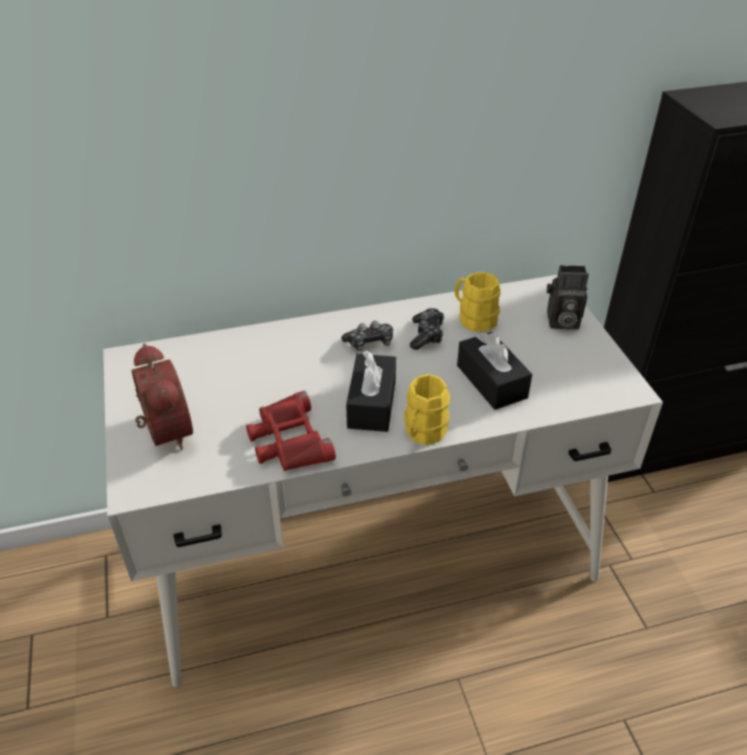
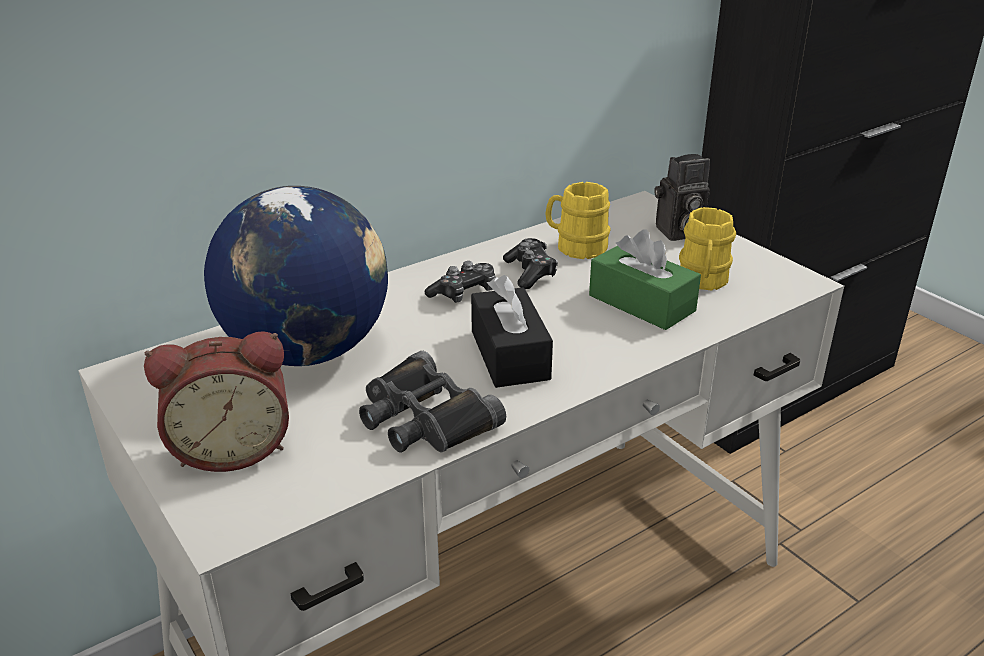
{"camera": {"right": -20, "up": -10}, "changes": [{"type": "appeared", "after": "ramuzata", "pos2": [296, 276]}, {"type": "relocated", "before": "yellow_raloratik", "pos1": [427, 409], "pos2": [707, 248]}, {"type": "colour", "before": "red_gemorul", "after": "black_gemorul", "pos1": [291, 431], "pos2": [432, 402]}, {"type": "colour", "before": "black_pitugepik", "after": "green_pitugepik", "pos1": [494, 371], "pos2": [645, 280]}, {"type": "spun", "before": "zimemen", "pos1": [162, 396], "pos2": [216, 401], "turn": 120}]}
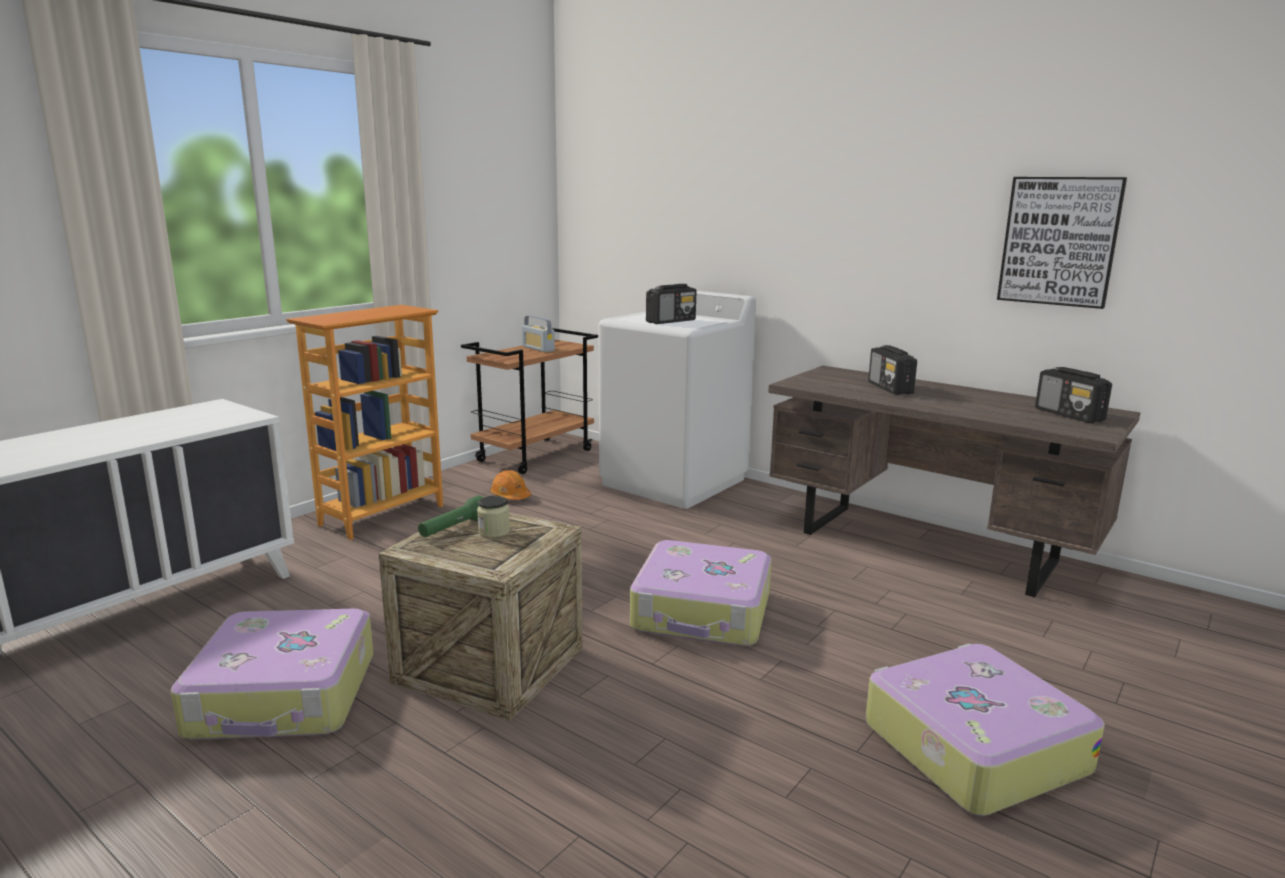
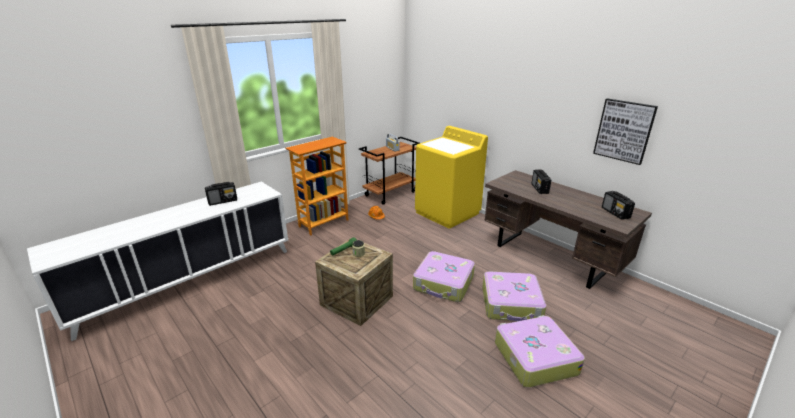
{"camera": {"right": 10, "up": 10}, "changes": [{"type": "relocated", "before": "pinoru", "pos1": [271, 674], "pos2": [514, 296]}, {"type": "relocated", "before": "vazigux", "pos1": [671, 304], "pos2": [221, 194]}, {"type": "colour", "before": "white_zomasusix", "after": "yellow_zomasusix", "pos1": [677, 400], "pos2": [451, 177]}]}
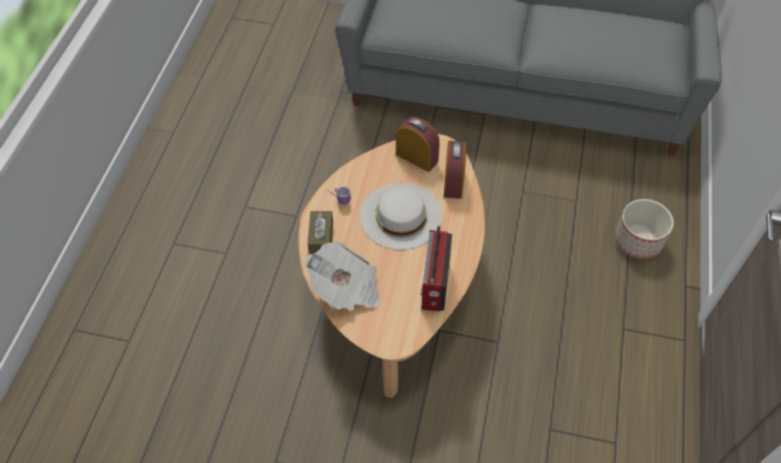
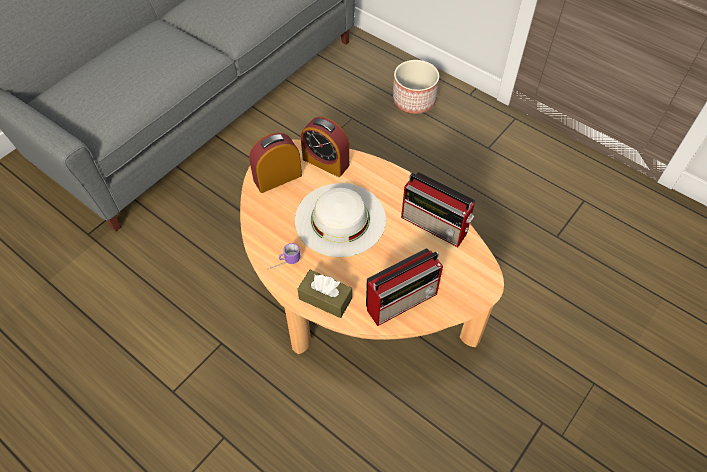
{"camera": {"right": -65, "up": 0}, "changes": [{"type": "exchanged", "before": "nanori", "after": "vazigux", "pos1": [342, 276], "pos2": [404, 287]}]}
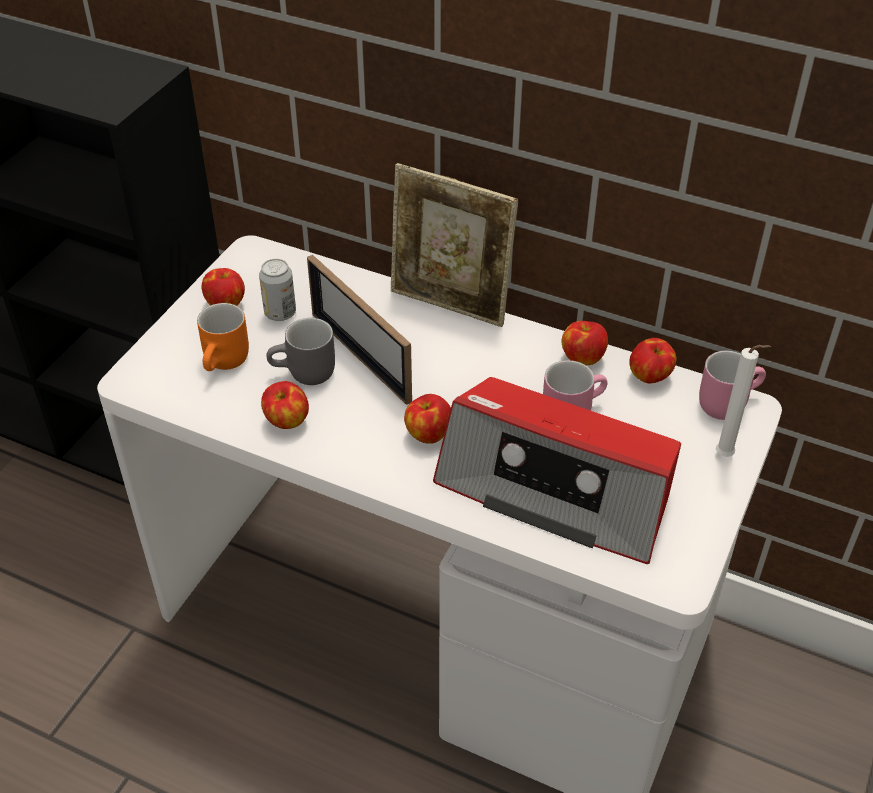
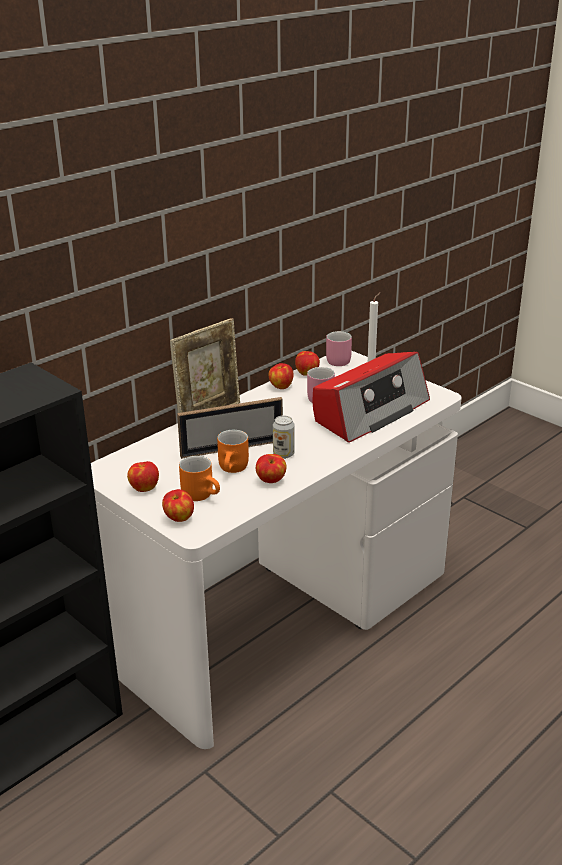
{"camera": {"right": -70, "up": -15}, "changes": [{"type": "relocated", "before": "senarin", "pos1": [277, 290], "pos2": [284, 437]}, {"type": "relocated", "before": "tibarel", "pos1": [427, 419], "pos2": [178, 505]}, {"type": "colour", "before": "grey_raloratik", "after": "orange_raloratik", "pos1": [301, 351], "pos2": [233, 451]}]}
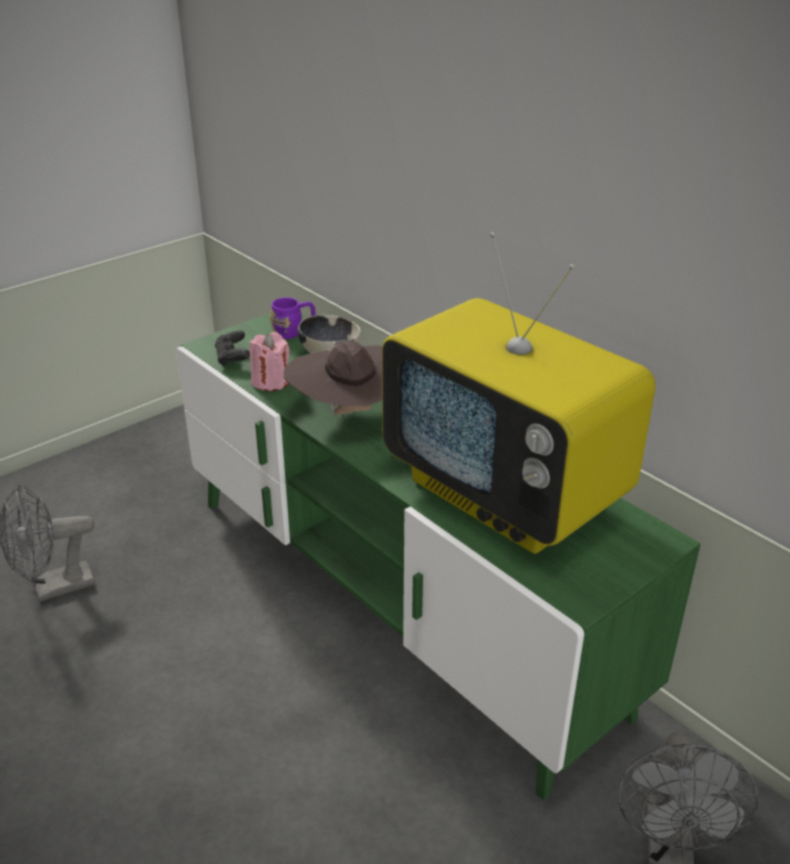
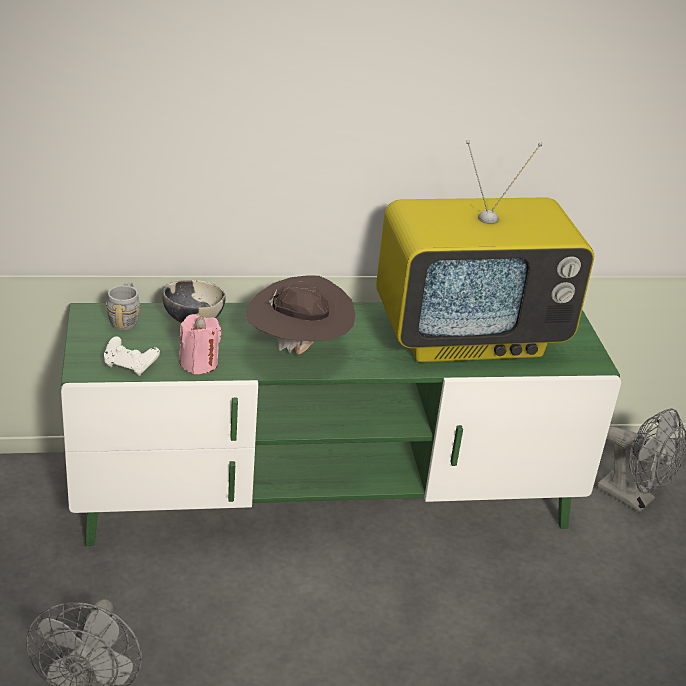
{"camera": {"right": -60, "up": 0}, "changes": [{"type": "colour", "before": "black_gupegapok", "after": "white_gupegapok", "pos1": [232, 348], "pos2": [132, 356]}, {"type": "colour", "before": "purple_raloratik", "after": "grey_raloratik", "pos1": [293, 318], "pos2": [123, 306]}]}
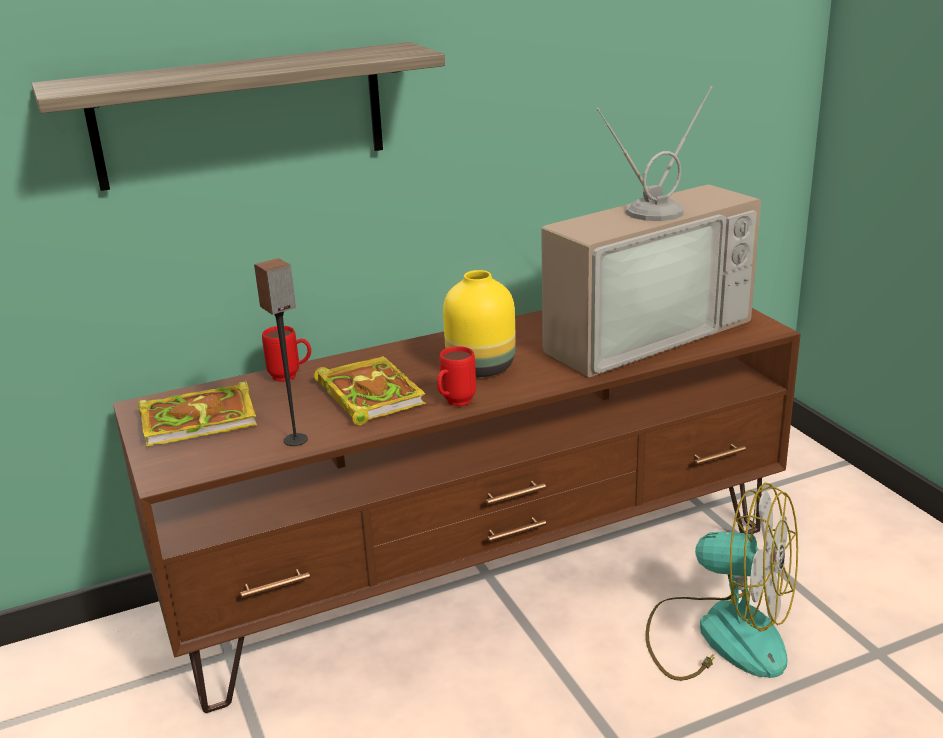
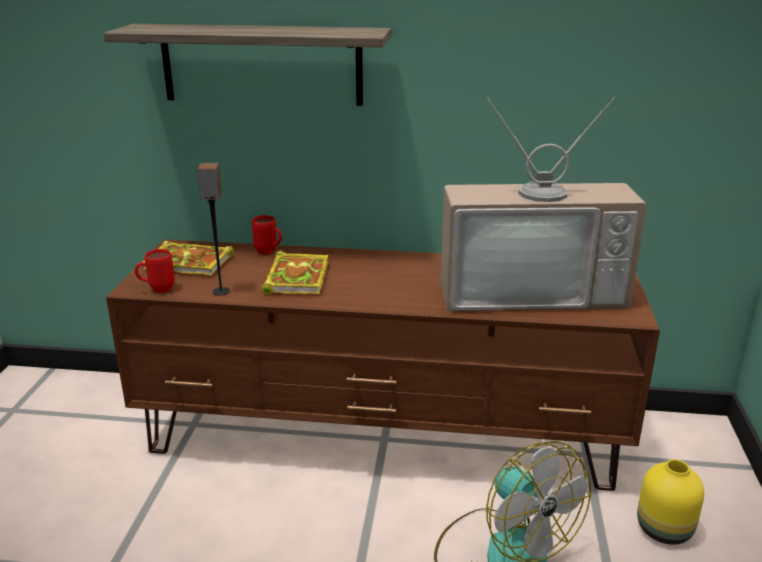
{"camera": {"right": 30, "up": 0}, "changes": [{"type": "relocated", "before": "red_raloratik", "pos1": [456, 376], "pos2": [155, 271]}, {"type": "relocated", "before": "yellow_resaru", "pos1": [479, 323], "pos2": [670, 502]}]}
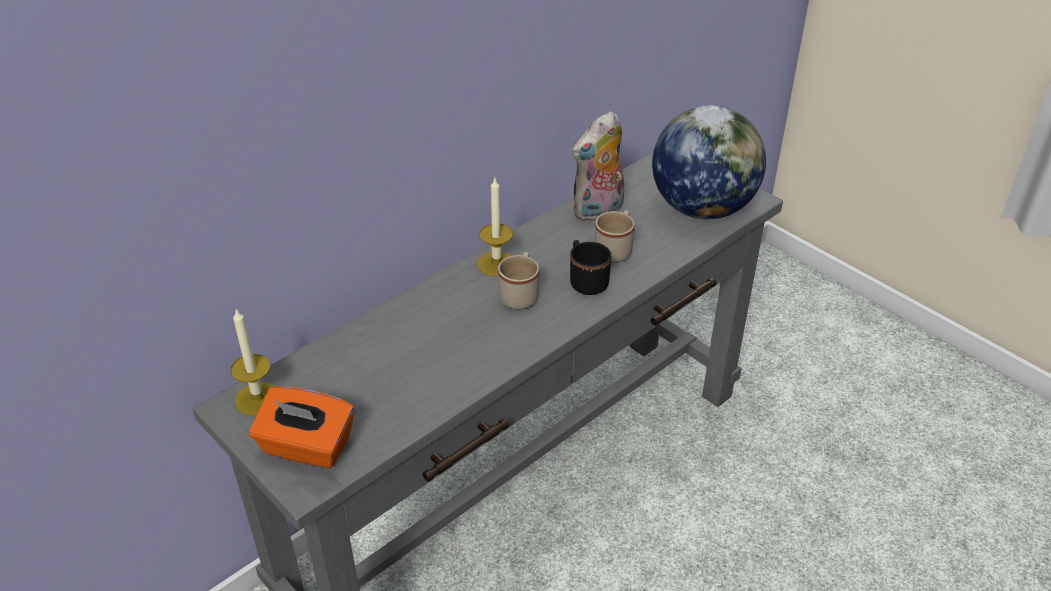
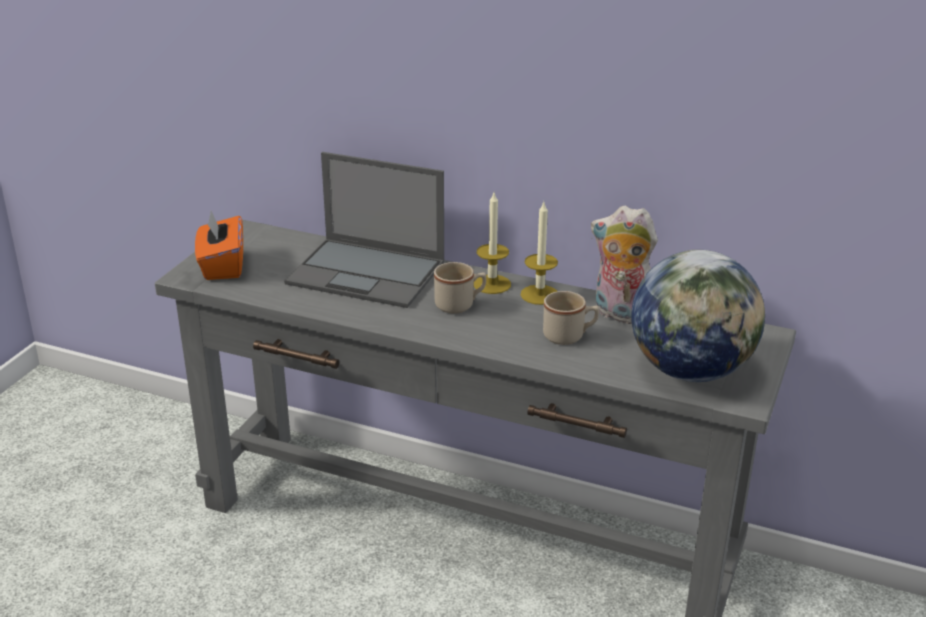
{"camera": {"right": 65, "up": -10}, "changes": [{"type": "missing", "before": "black_raloratik", "pos1": [590, 267]}, {"type": "appeared", "after": "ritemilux", "pos2": [364, 230]}, {"type": "relocated", "before": "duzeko", "pos1": [253, 362], "pos2": [539, 253]}]}
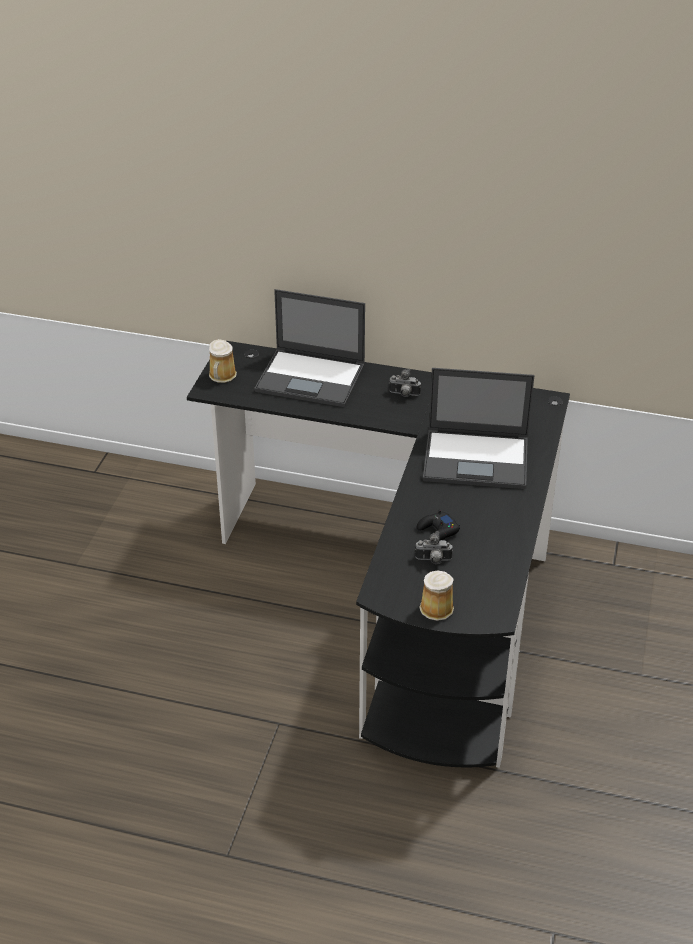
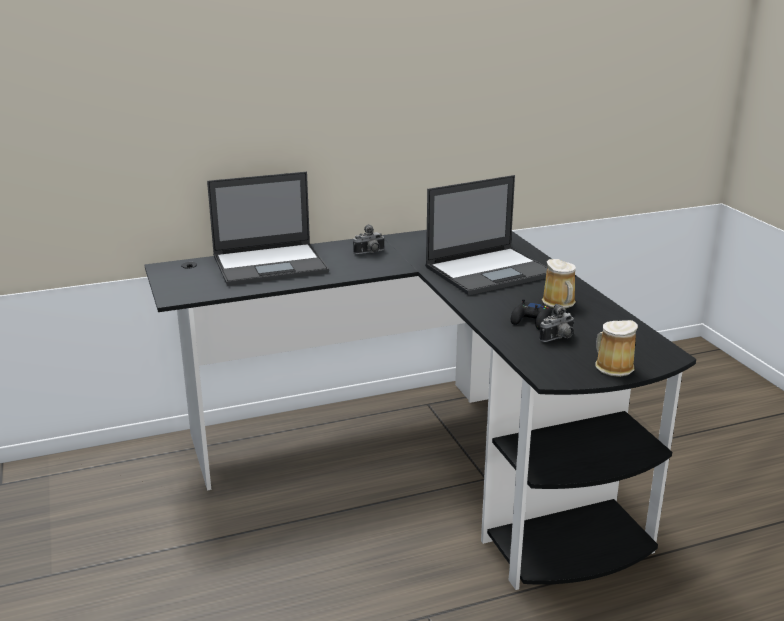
{"camera": {"right": -35, "up": -15}, "changes": [{"type": "relocated", "before": "raloratik", "pos1": [223, 361], "pos2": [559, 283]}]}
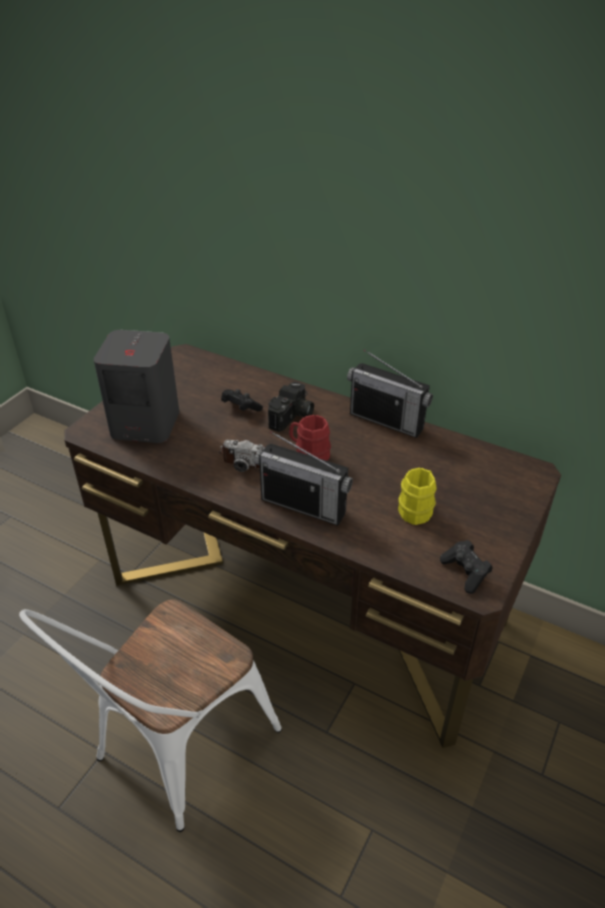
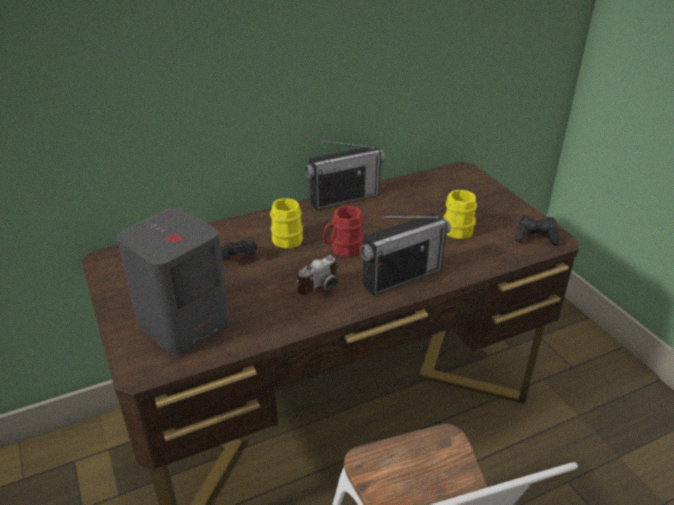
{"camera": {"right": -55, "up": -5}, "changes": [{"type": "exchanged", "before": "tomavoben", "after": "yellow_raloratik", "pos1": [291, 407], "pos2": [286, 223]}]}
